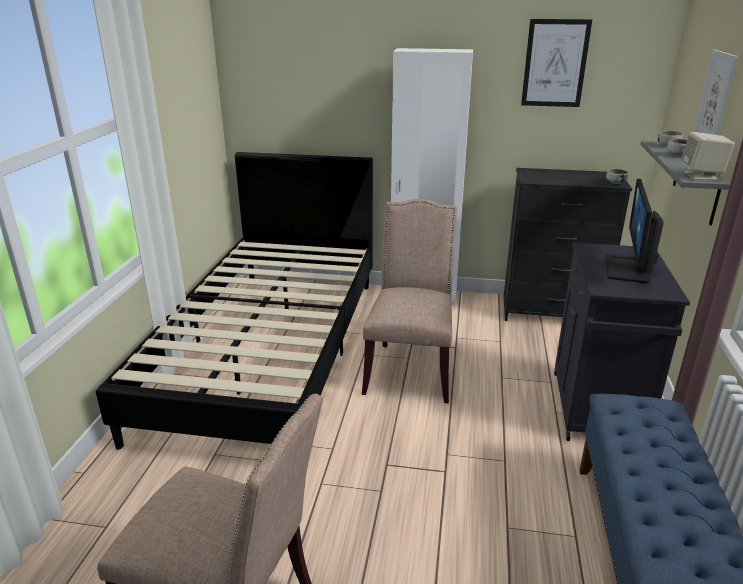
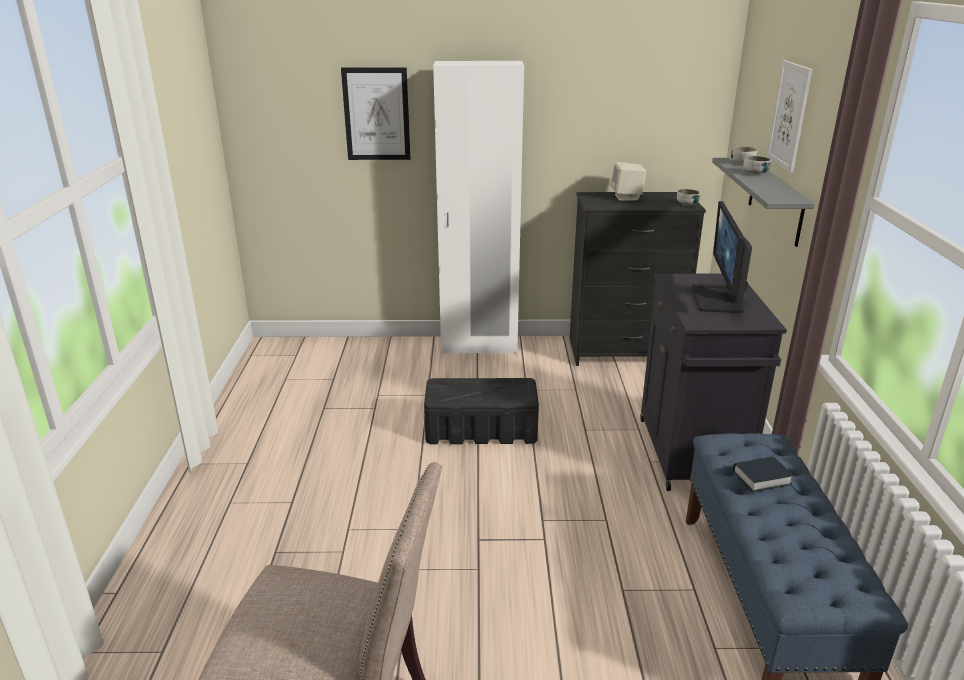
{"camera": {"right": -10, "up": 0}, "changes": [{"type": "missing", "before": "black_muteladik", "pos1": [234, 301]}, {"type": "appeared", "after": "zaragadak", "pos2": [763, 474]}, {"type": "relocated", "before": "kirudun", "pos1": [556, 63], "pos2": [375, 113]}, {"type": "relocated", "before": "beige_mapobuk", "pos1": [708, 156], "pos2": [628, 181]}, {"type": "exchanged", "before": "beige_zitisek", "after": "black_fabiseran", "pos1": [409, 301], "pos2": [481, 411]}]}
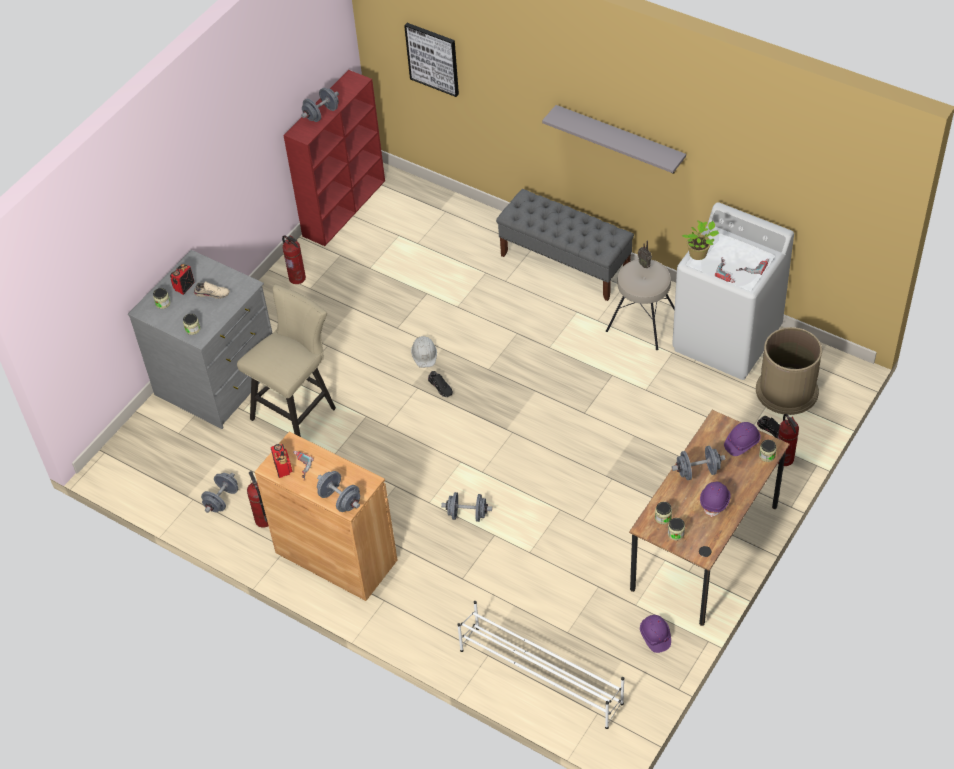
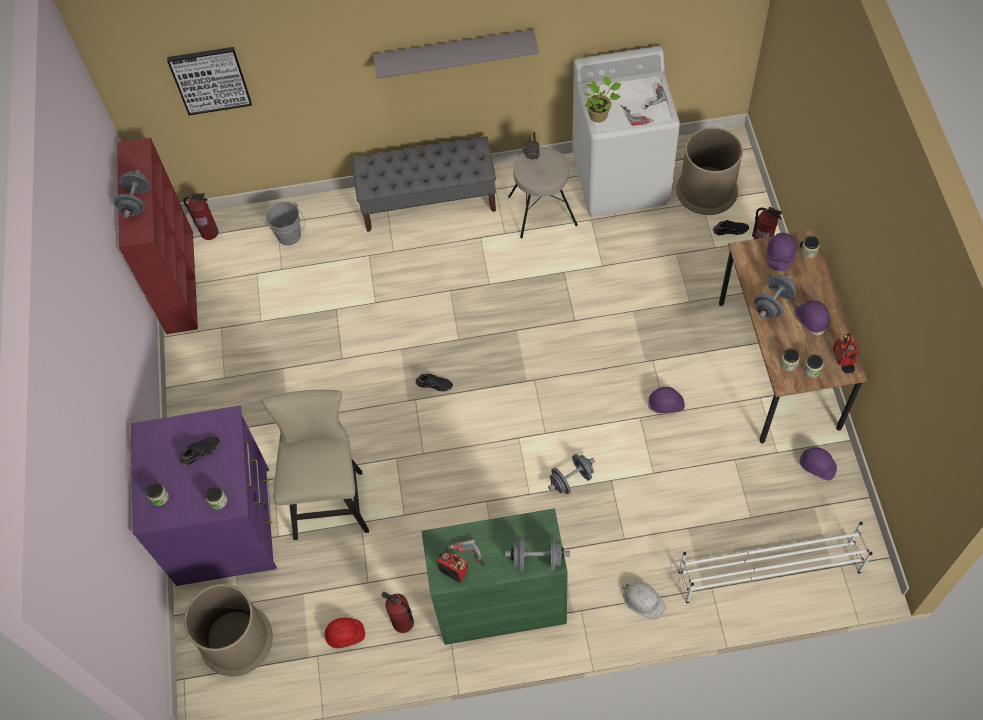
{"camera": {"right": -40, "up": 10}, "changes": [{"type": "appeared", "after": "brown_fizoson", "pos2": [228, 630]}, {"type": "appeared", "after": "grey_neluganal", "pos2": [285, 223]}, {"type": "appeared", "after": "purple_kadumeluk", "pos2": [666, 400]}, {"type": "relocated", "before": "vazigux", "pos1": [182, 279], "pos2": [846, 349]}, {"type": "relocated", "before": "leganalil", "pos1": [294, 259], "pos2": [201, 216]}, {"type": "relocated", "before": "white_kadumeluk", "pos1": [424, 352], "pos2": [644, 600]}, {"type": "exchanged", "before": "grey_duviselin", "after": "red_kadumeluk", "pos1": [219, 493], "pos2": [345, 633]}, {"type": "colour", "before": "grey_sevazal", "after": "purple_sevazal", "pos1": [200, 339], "pos2": [204, 495]}, {"type": "colour", "before": "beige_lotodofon", "after": "black_lotodofon", "pos1": [212, 290], "pos2": [200, 451]}, {"type": "colour", "before": "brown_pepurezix", "after": "green_pepurezix", "pos1": [326, 516], "pos2": [495, 576]}]}
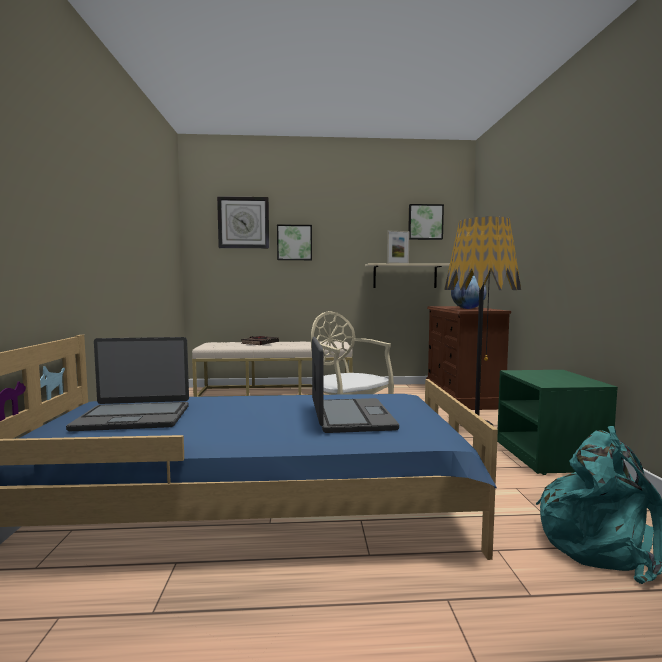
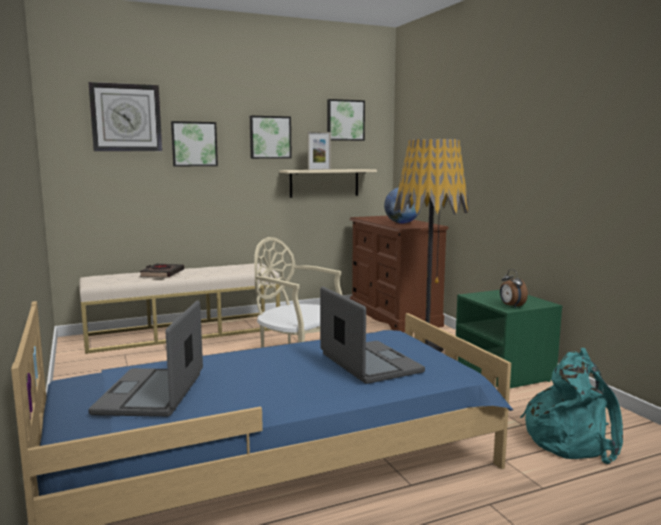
{"camera": {"right": -20, "up": 5}, "changes": [{"type": "appeared", "after": "kirudun", "pos2": [271, 137]}, {"type": "appeared", "after": "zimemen", "pos2": [514, 288]}, {"type": "spun", "before": "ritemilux", "pos1": [127, 384], "pos2": [145, 358], "turn": 120}]}
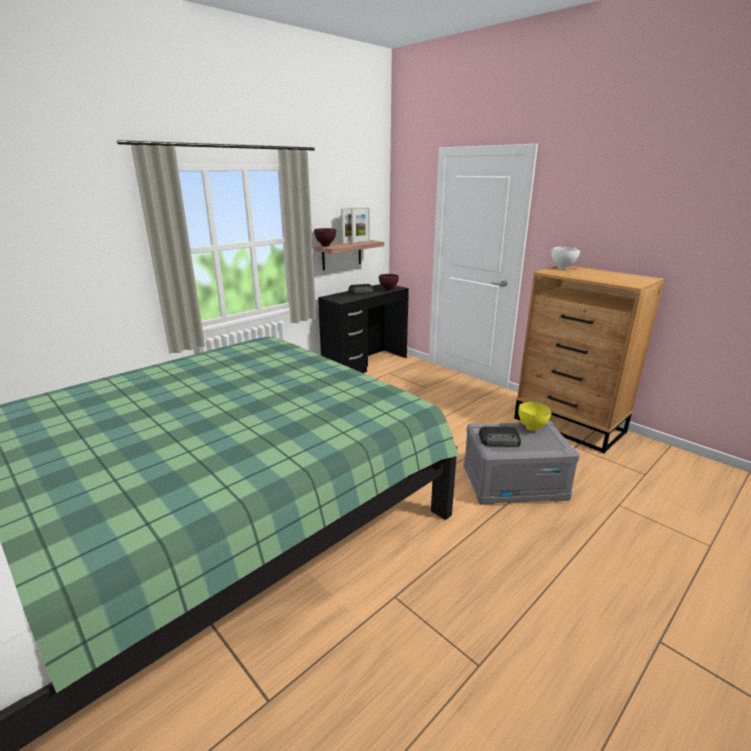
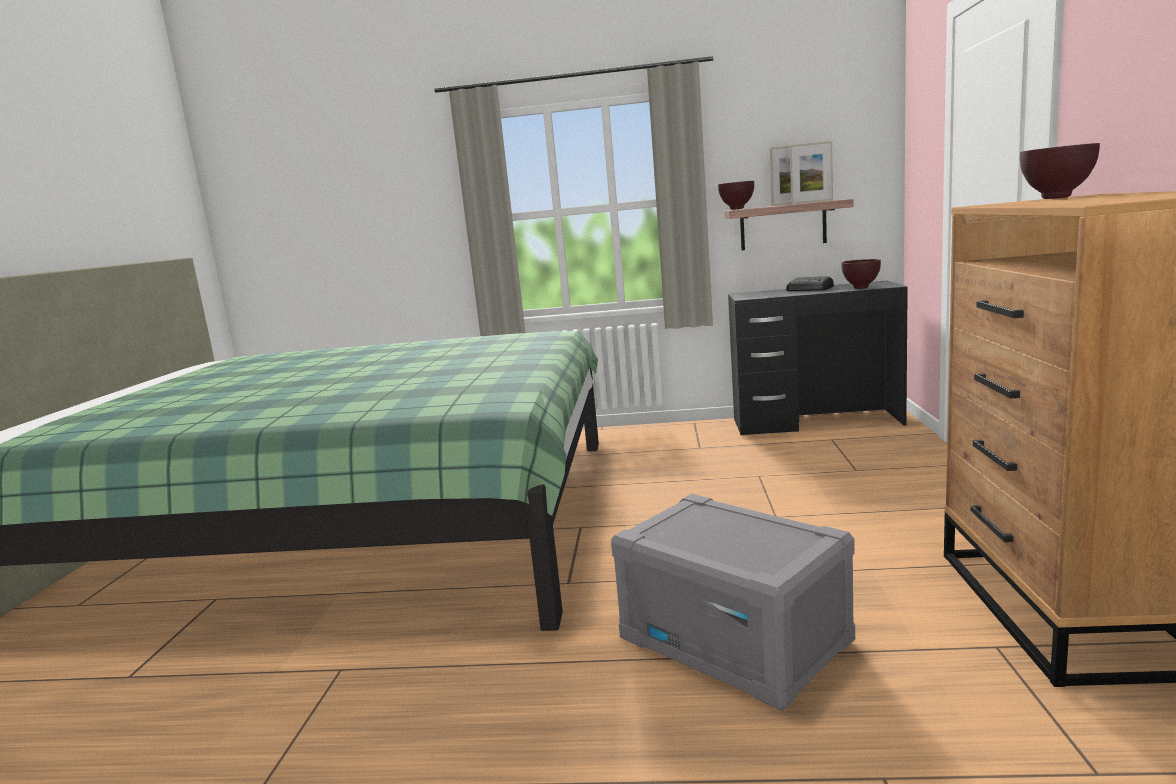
{"camera": {"right": 50, "up": -10}, "changes": [{"type": "missing", "before": "vazigux", "pos1": [500, 436]}, {"type": "missing", "before": "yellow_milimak", "pos1": [535, 416]}, {"type": "colour", "before": "white_milimak", "after": "brown_milimak", "pos1": [565, 258], "pos2": [1060, 171]}]}
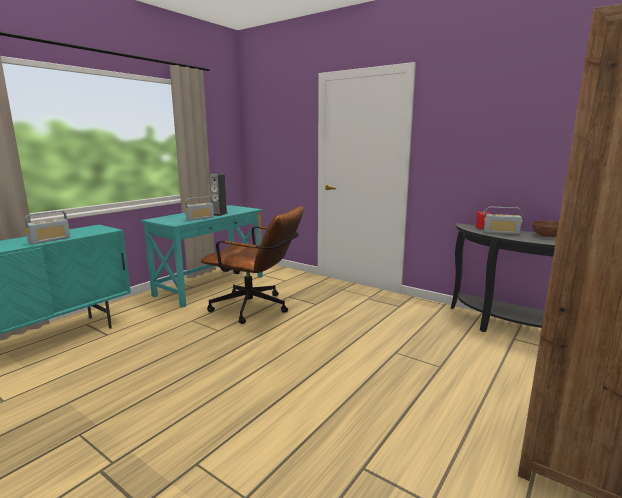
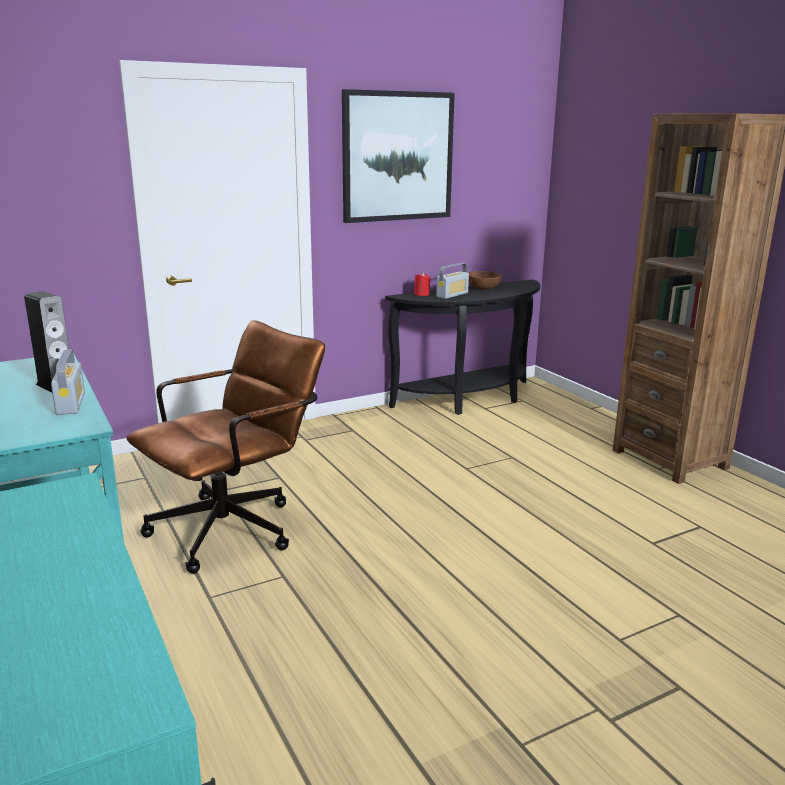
{"camera": {"right": -65, "up": 5}, "changes": [{"type": "missing", "before": "vazigux", "pos1": [47, 227]}, {"type": "appeared", "after": "kirudun", "pos2": [398, 156]}]}
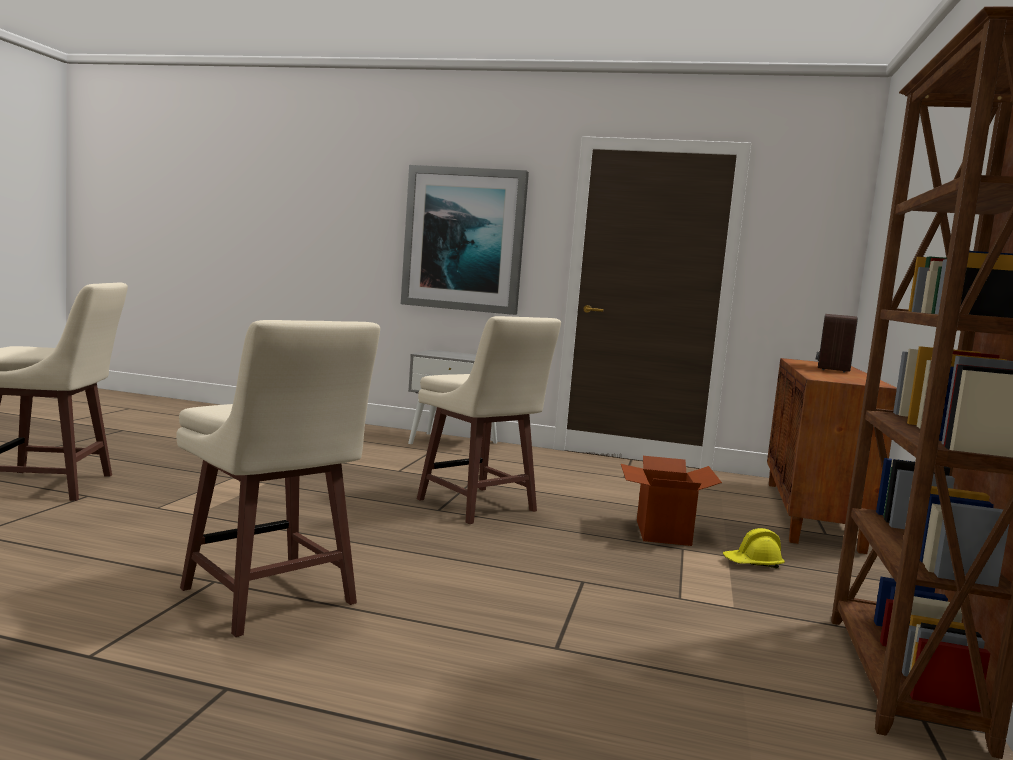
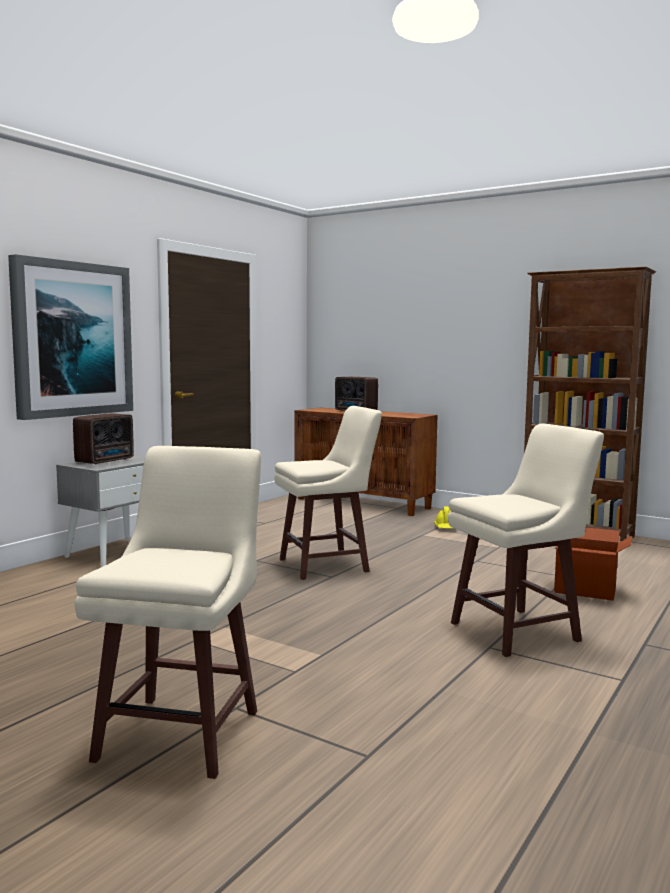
{"camera": {"right": -70, "up": 0}, "changes": [{"type": "appeared", "after": "vazigux", "pos2": [103, 438]}, {"type": "relocated", "before": "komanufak", "pos1": [671, 501], "pos2": [593, 564]}]}
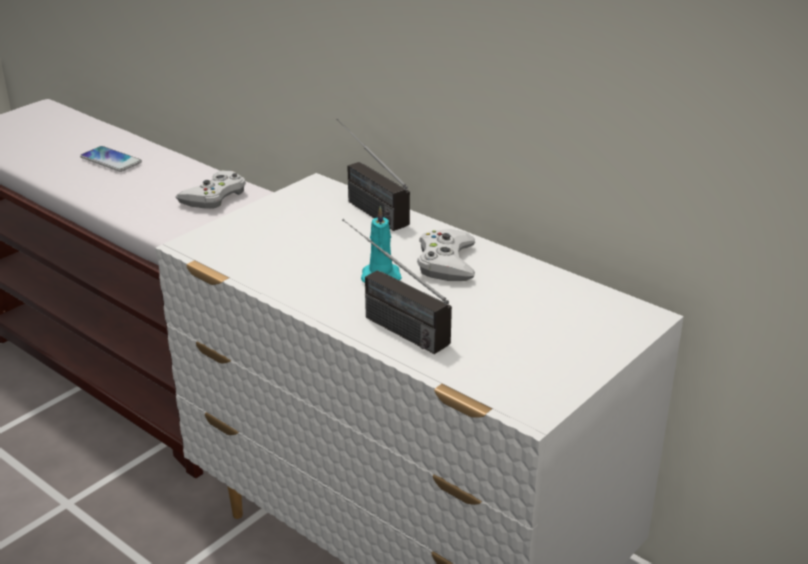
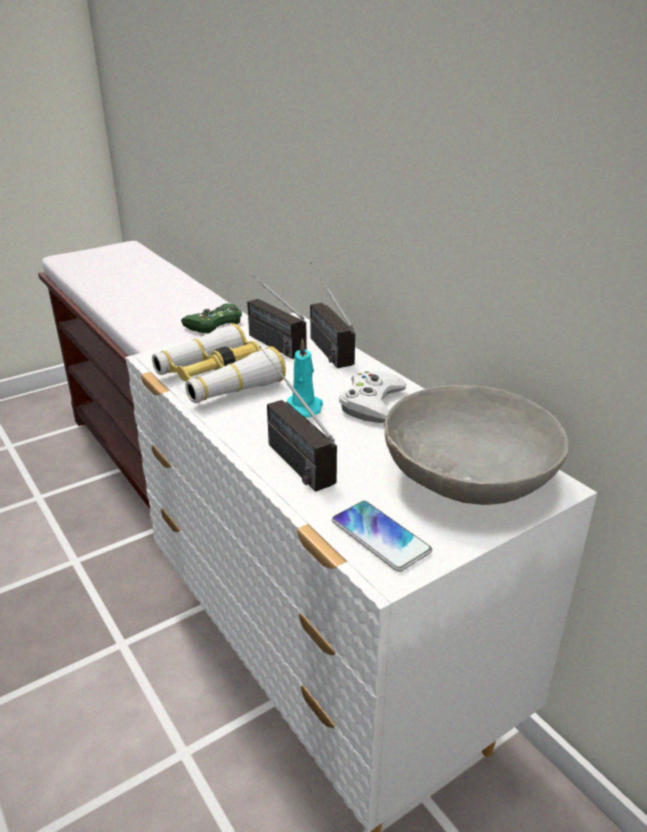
{"camera": {"right": 15, "up": 0}, "changes": [{"type": "appeared", "after": "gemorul", "pos2": [219, 363]}, {"type": "appeared", "after": "vazigux", "pos2": [271, 309]}, {"type": "appeared", "after": "grey_milimak", "pos2": [476, 445]}, {"type": "relocated", "before": "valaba", "pos1": [111, 159], "pos2": [382, 536]}, {"type": "colour", "before": "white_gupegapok", "after": "green_gupegapok", "pos1": [211, 189], "pos2": [211, 318]}]}
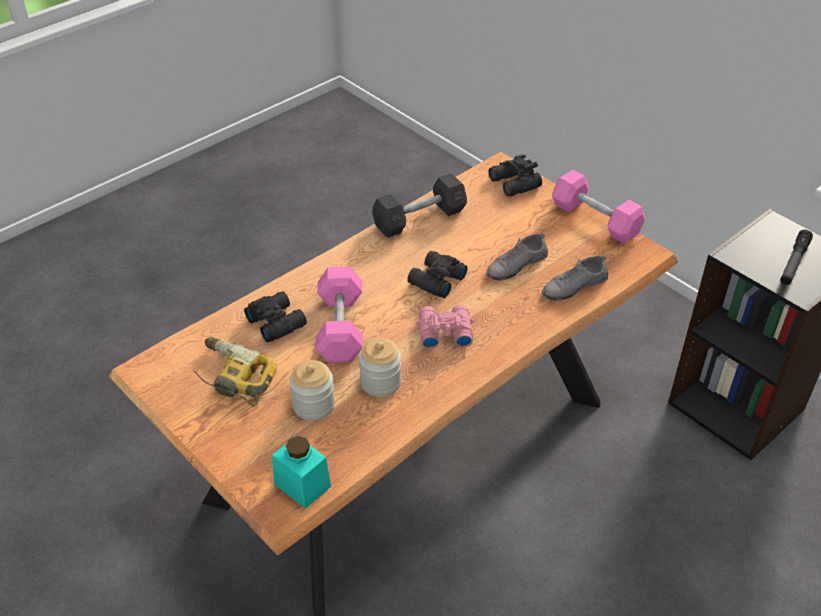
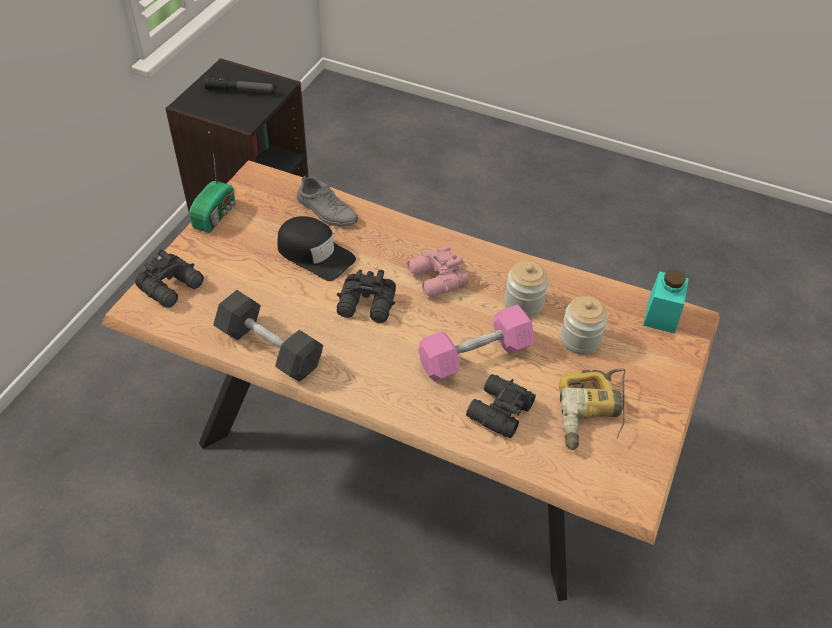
{"camera": {"right": -115, "up": 5}, "changes": [{"type": "exchanged", "before": "grey_lotodofon", "after": "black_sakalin", "pos1": [517, 256], "pos2": [316, 248]}, {"type": "exchanged", "before": "pink_duviselin", "after": "vazigux", "pos1": [598, 207], "pos2": [212, 193]}]}
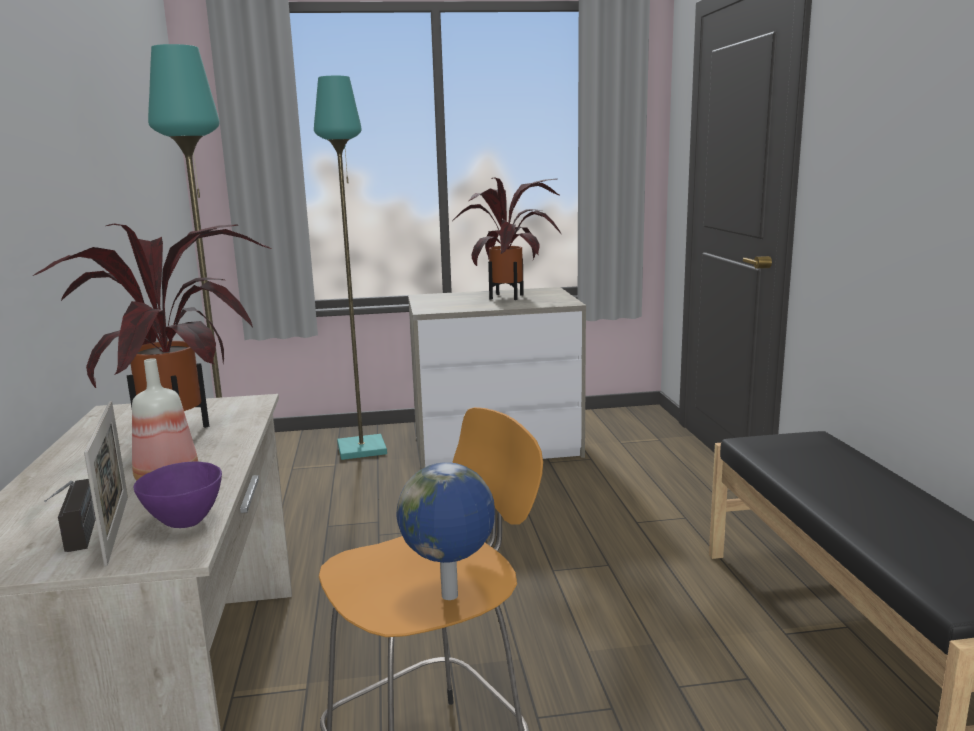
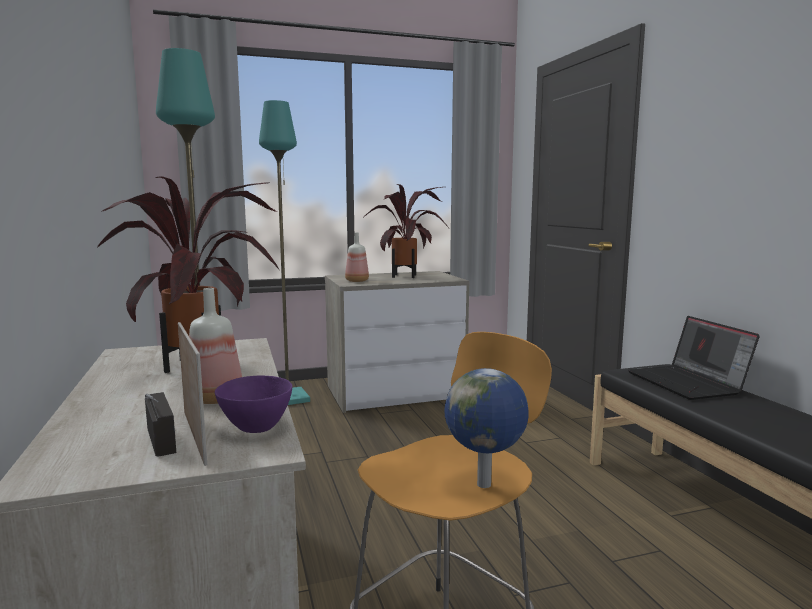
{"camera": {"right": -10, "up": -5}, "changes": [{"type": "appeared", "after": "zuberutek", "pos2": [357, 257]}, {"type": "appeared", "after": "ritemilux", "pos2": [694, 358]}]}
